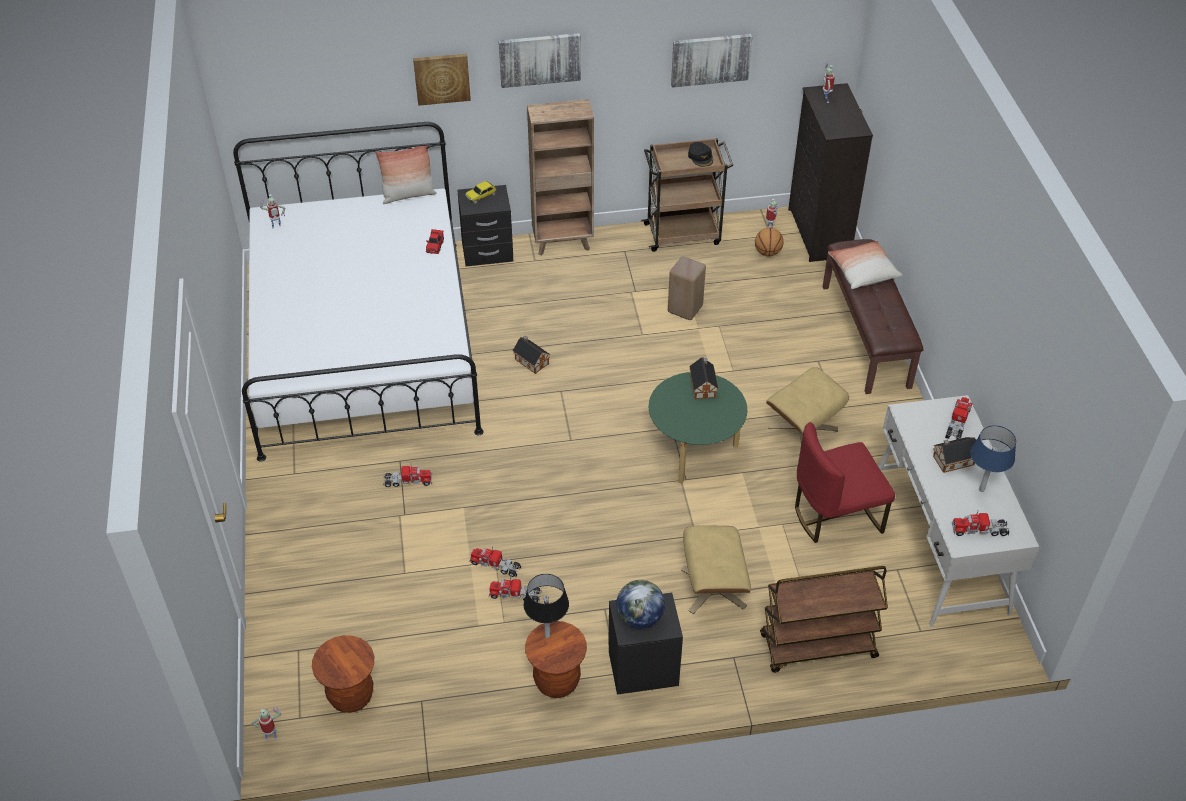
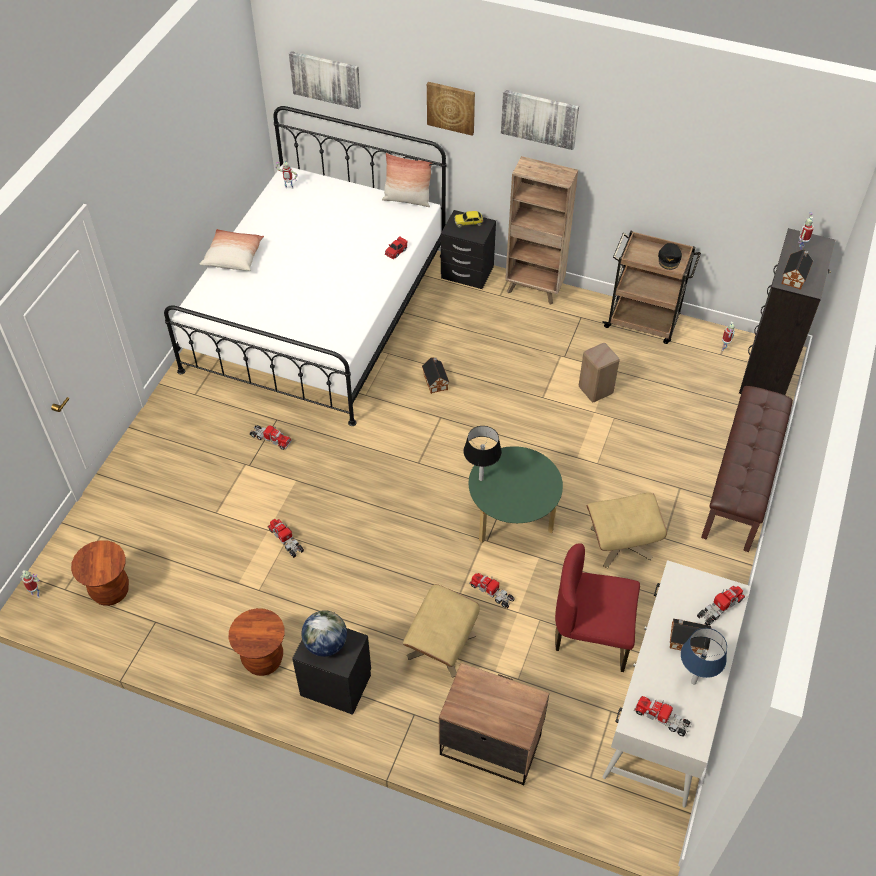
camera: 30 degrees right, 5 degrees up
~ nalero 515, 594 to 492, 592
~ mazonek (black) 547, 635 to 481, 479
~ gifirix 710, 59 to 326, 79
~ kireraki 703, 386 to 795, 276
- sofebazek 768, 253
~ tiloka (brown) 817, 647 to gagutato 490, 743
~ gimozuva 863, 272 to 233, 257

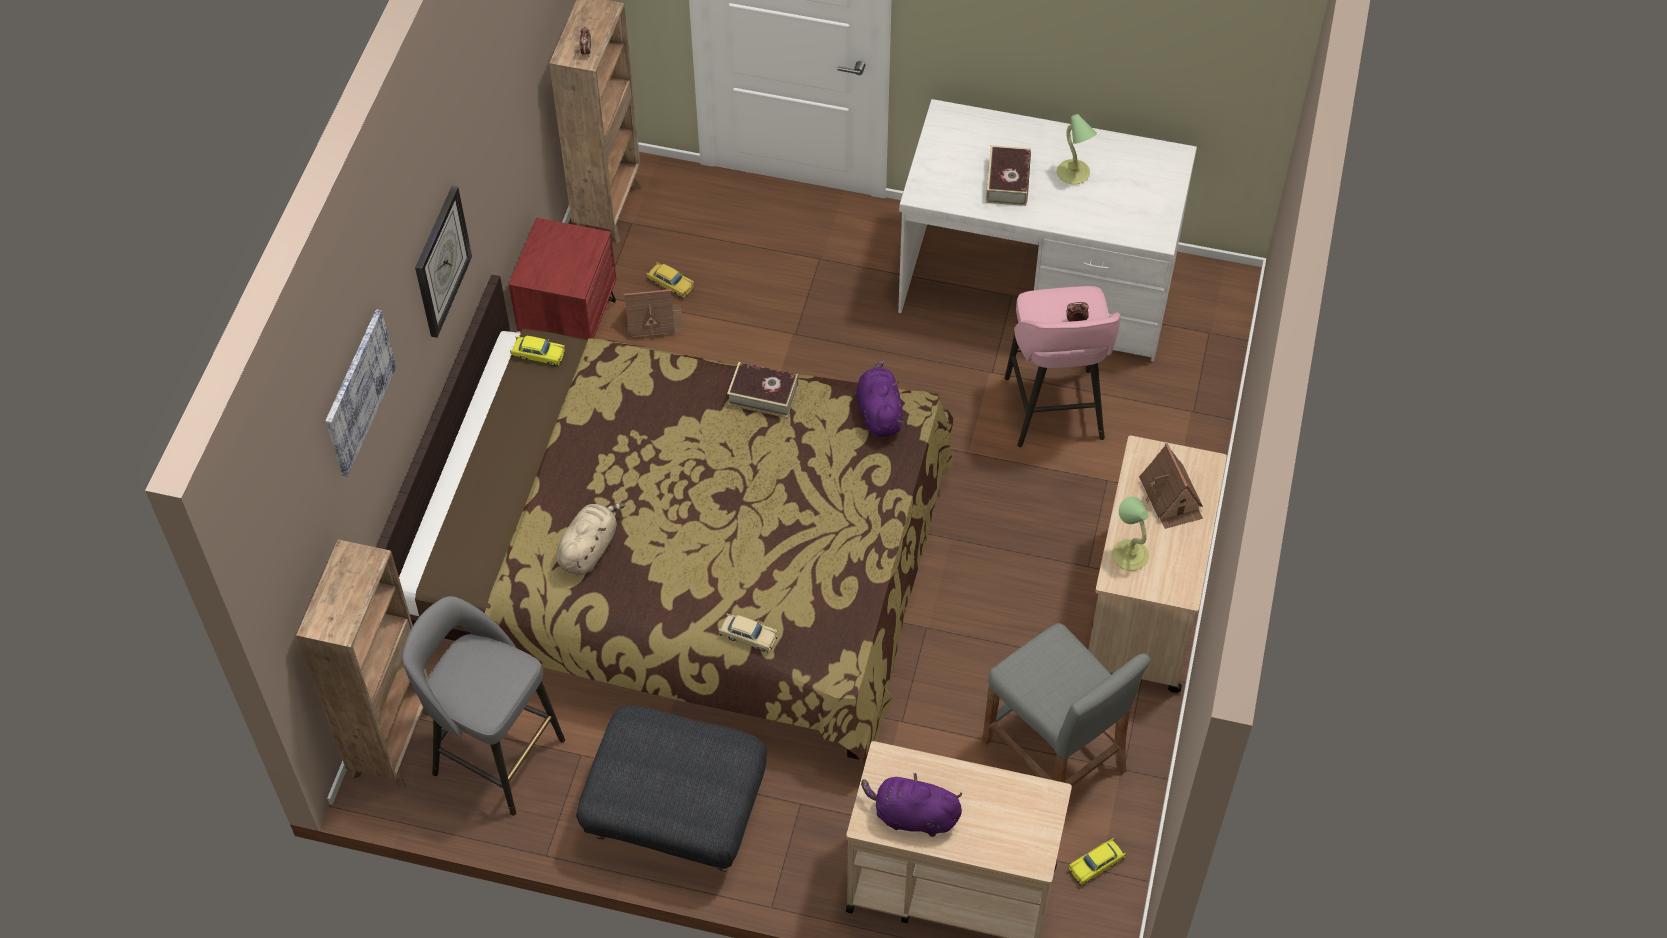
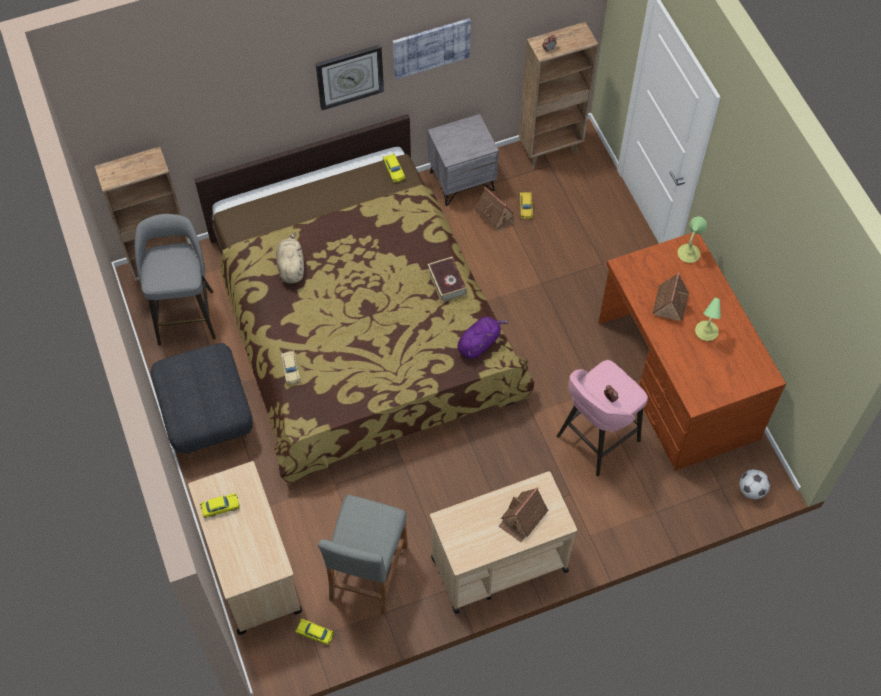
camera: 55 degrees right, 5 degrees up
~ gifirix 358, 392 to 431, 47
~ gagutato (red) 569, 324 to gagutato (grey) 462, 181
~ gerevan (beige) 589, 548 = 291, 266 90 degrees counterclockwise
~ gerevan (purple) 912, 816 to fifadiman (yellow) 220, 507
~ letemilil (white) 1038, 287 to letemilil (brown) 676, 380
~ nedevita 1008, 181 to kireraki 670, 303
~ mazonek 1129, 554 to 689, 253
+ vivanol 751, 490

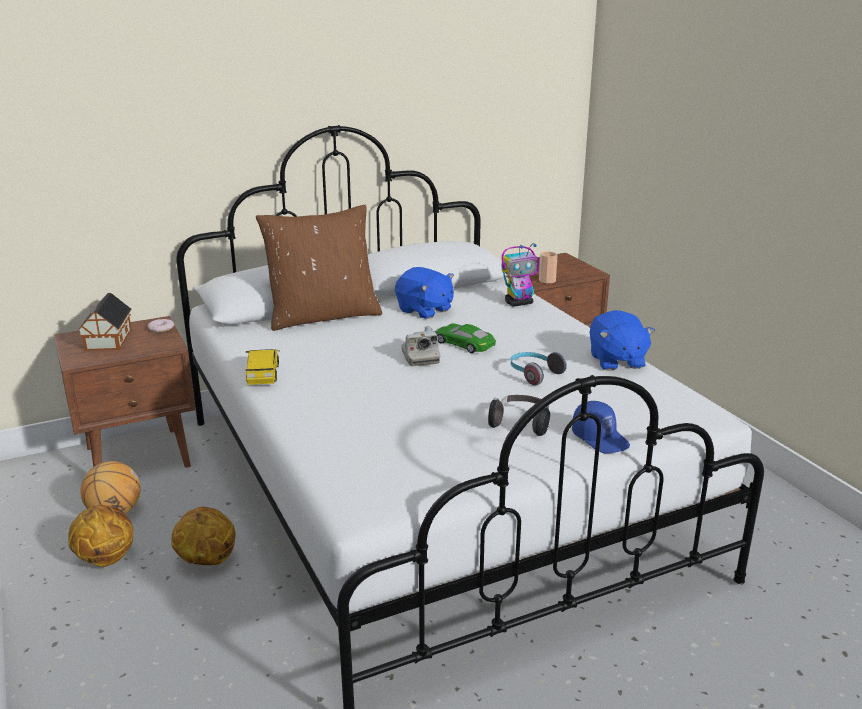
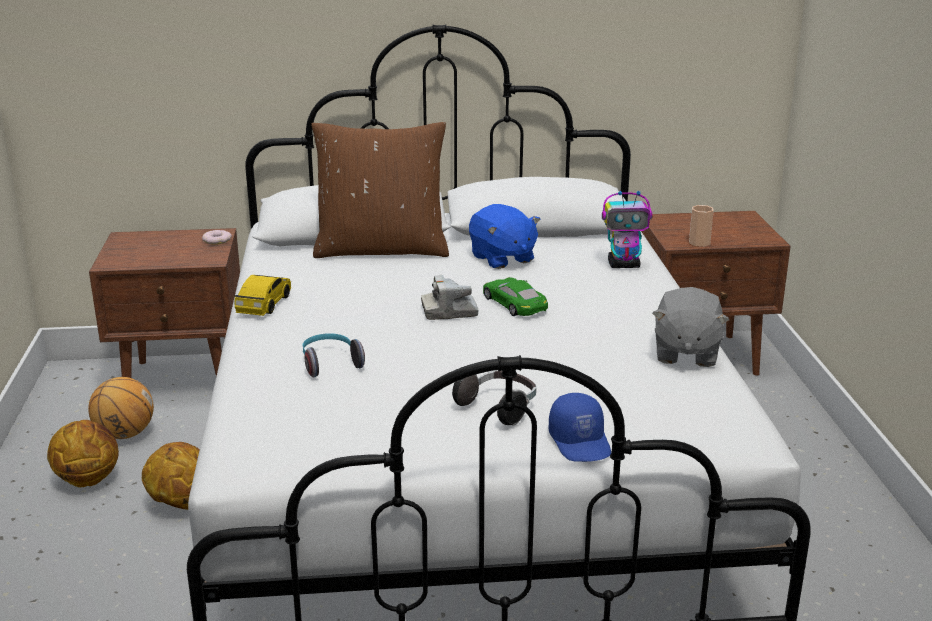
camera: 20 degrees right, 0 degrees up
- kireraki 107, 341
~ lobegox 420, 357 = 449, 312 75 degrees clockwise
~ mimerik 533, 374 to 330, 363
~ gerevan (blue) 616, 361 to gerevan (grey) 685, 353

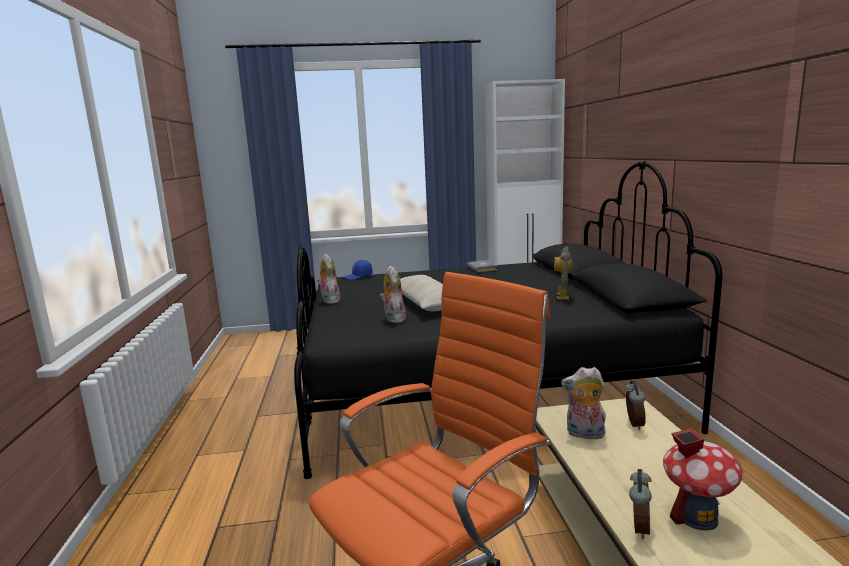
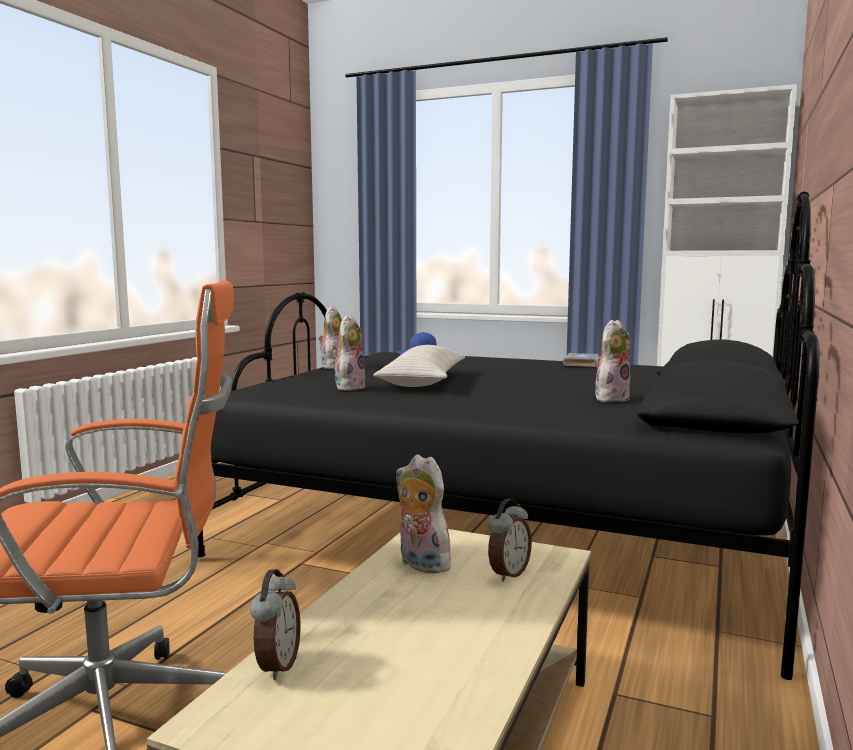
camera: 30 degrees right, 5 degrees down
~ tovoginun 562, 296 to gerevan 611, 398
~ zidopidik 638, 528 = 276, 666 45 degrees counterclockwise
- kireraki 697, 517

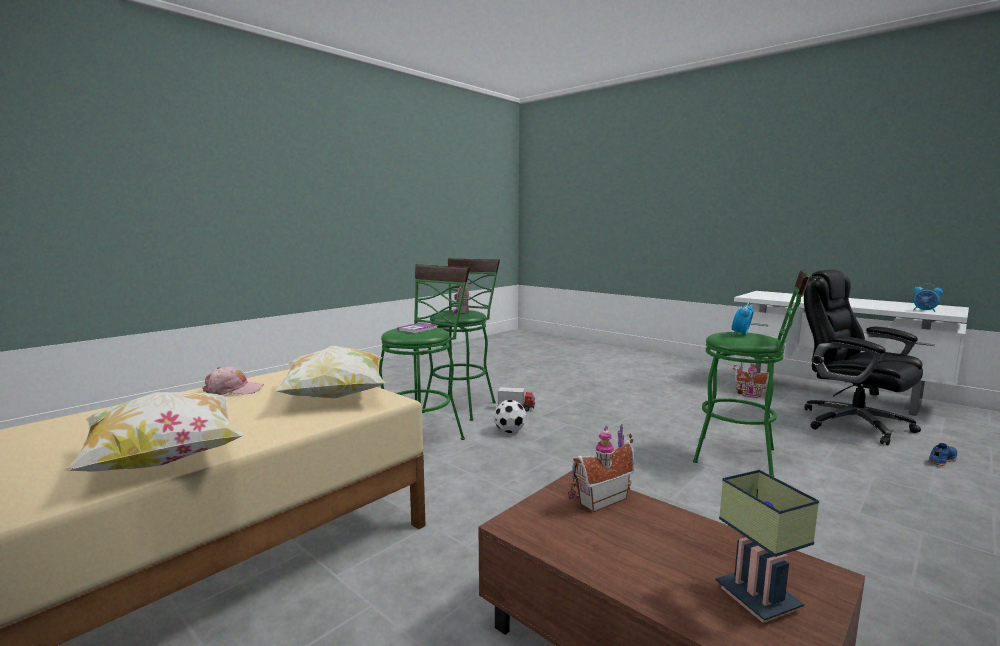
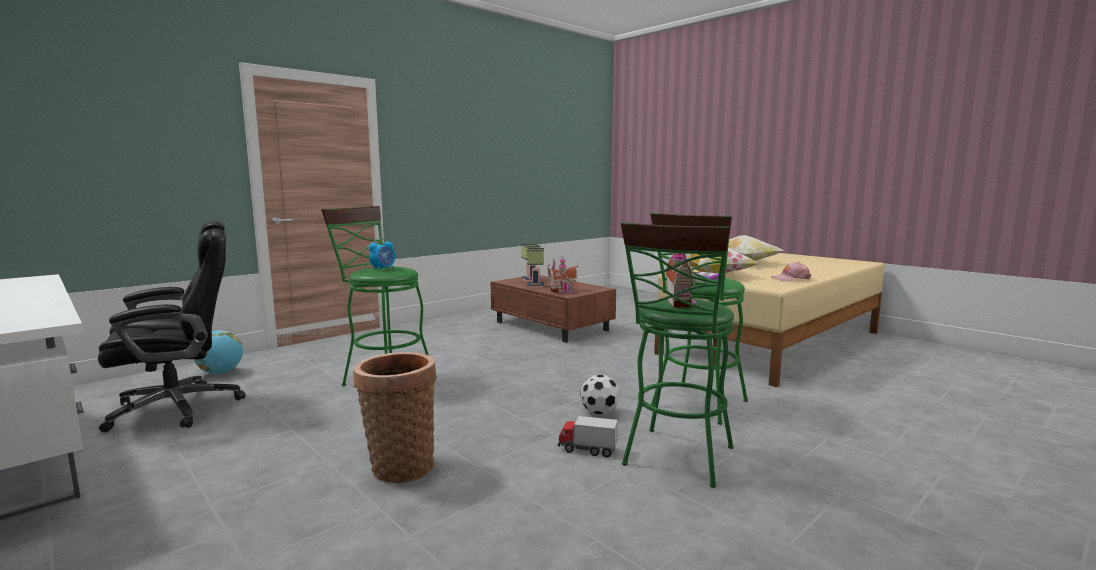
camera: 175 degrees left, 0 degrees up
- kireraki 749, 395
~ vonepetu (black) 851, 423 = 179, 407 90 degrees counterclockwise
- zidopidik 924, 311
~ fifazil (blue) 941, 460 to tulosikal 220, 373
+ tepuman 400, 466
+ mazonek 535, 285

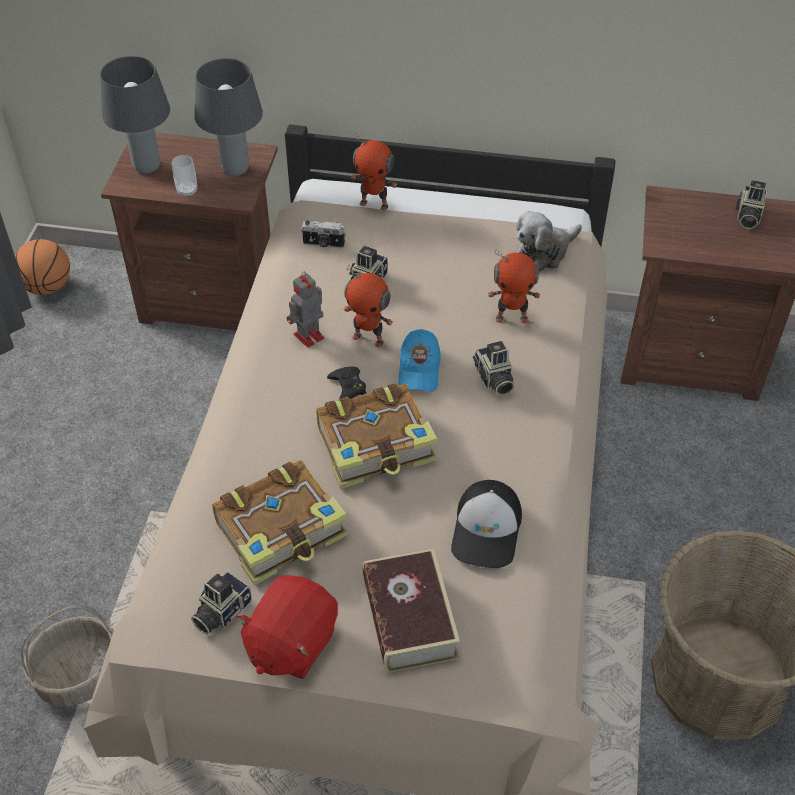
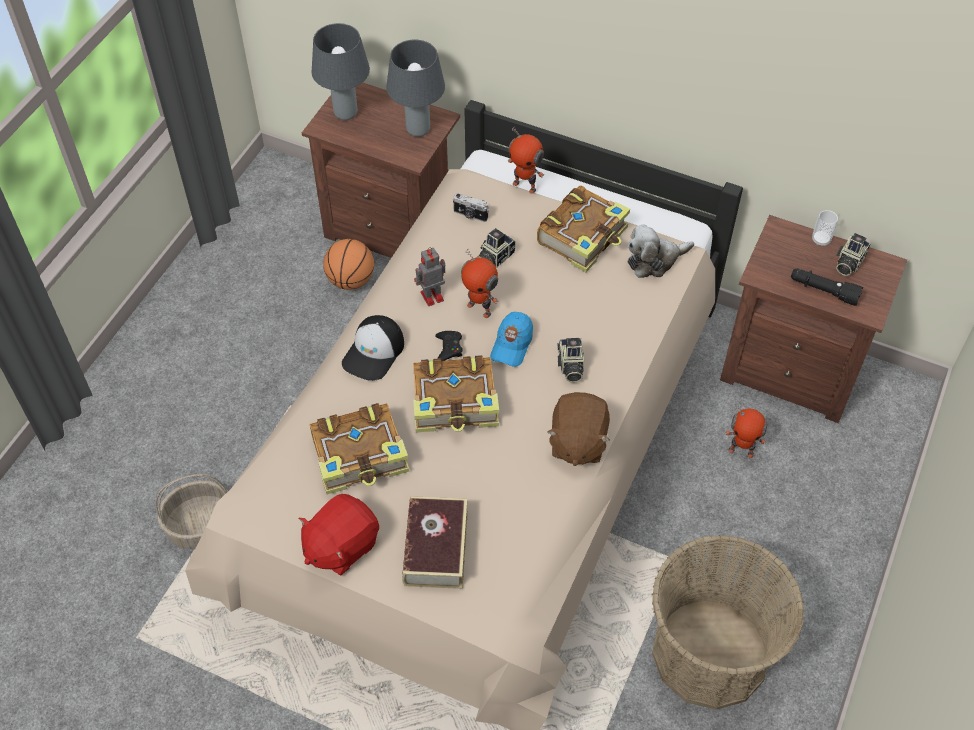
camera: 15 degrees right, 5 degrees up
~ sofebazek 47, 287 to 351, 280
~ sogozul 187, 191 to 821, 240
- lobegox 221, 611
~ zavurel 487, 530 to 374, 352
~ tovoginun 511, 317 to 741, 450
+ nedevita 584, 236
+ gerevan (brown) 577, 442
+ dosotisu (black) 823, 291

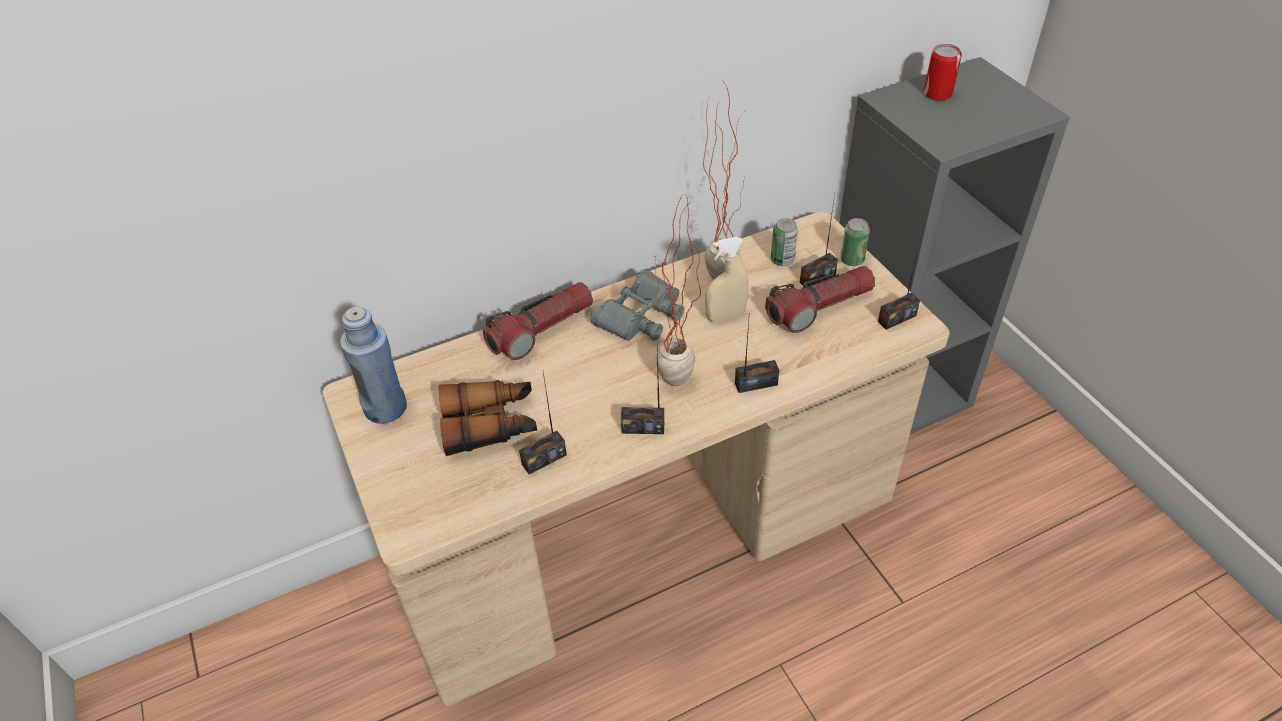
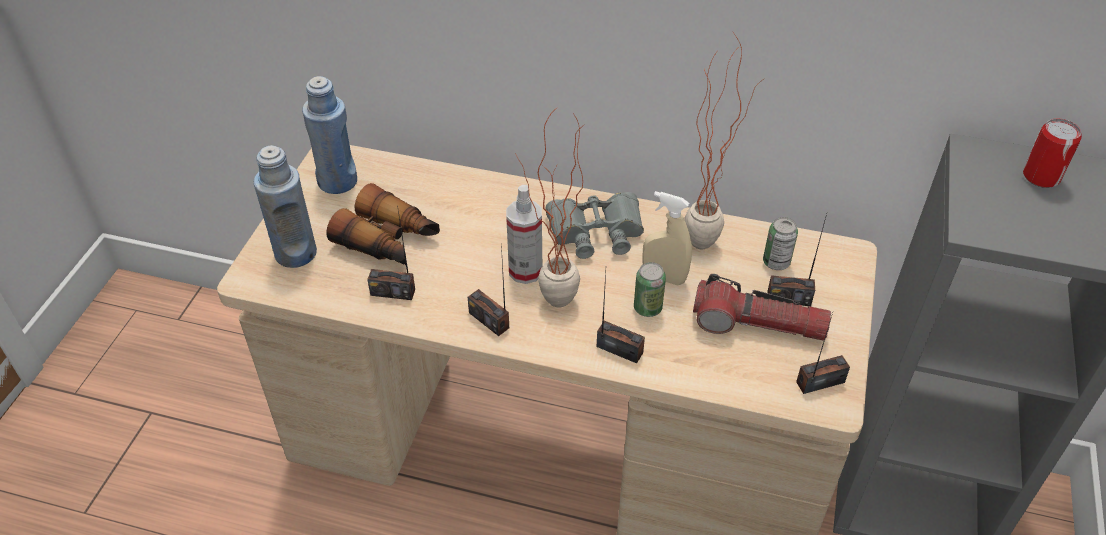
camera: 40 degrees right, 0 degrees up
- dosotisu 541, 330
~ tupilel 852, 260 to 647, 308
~ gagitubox 896, 318 = 820, 382 150 degrees clockwise
+ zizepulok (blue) 295, 253
+ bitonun 525, 271

